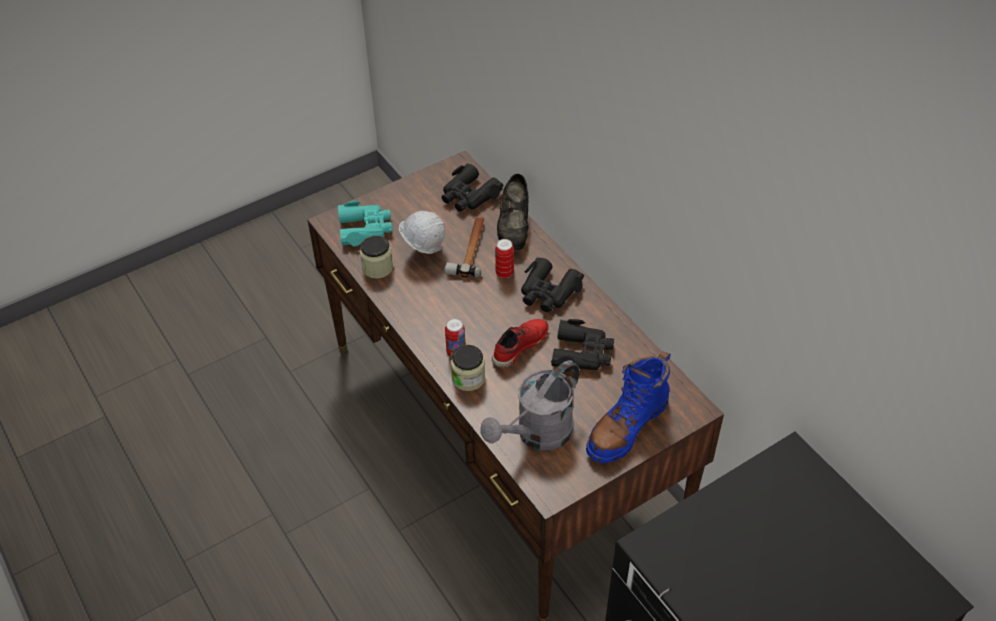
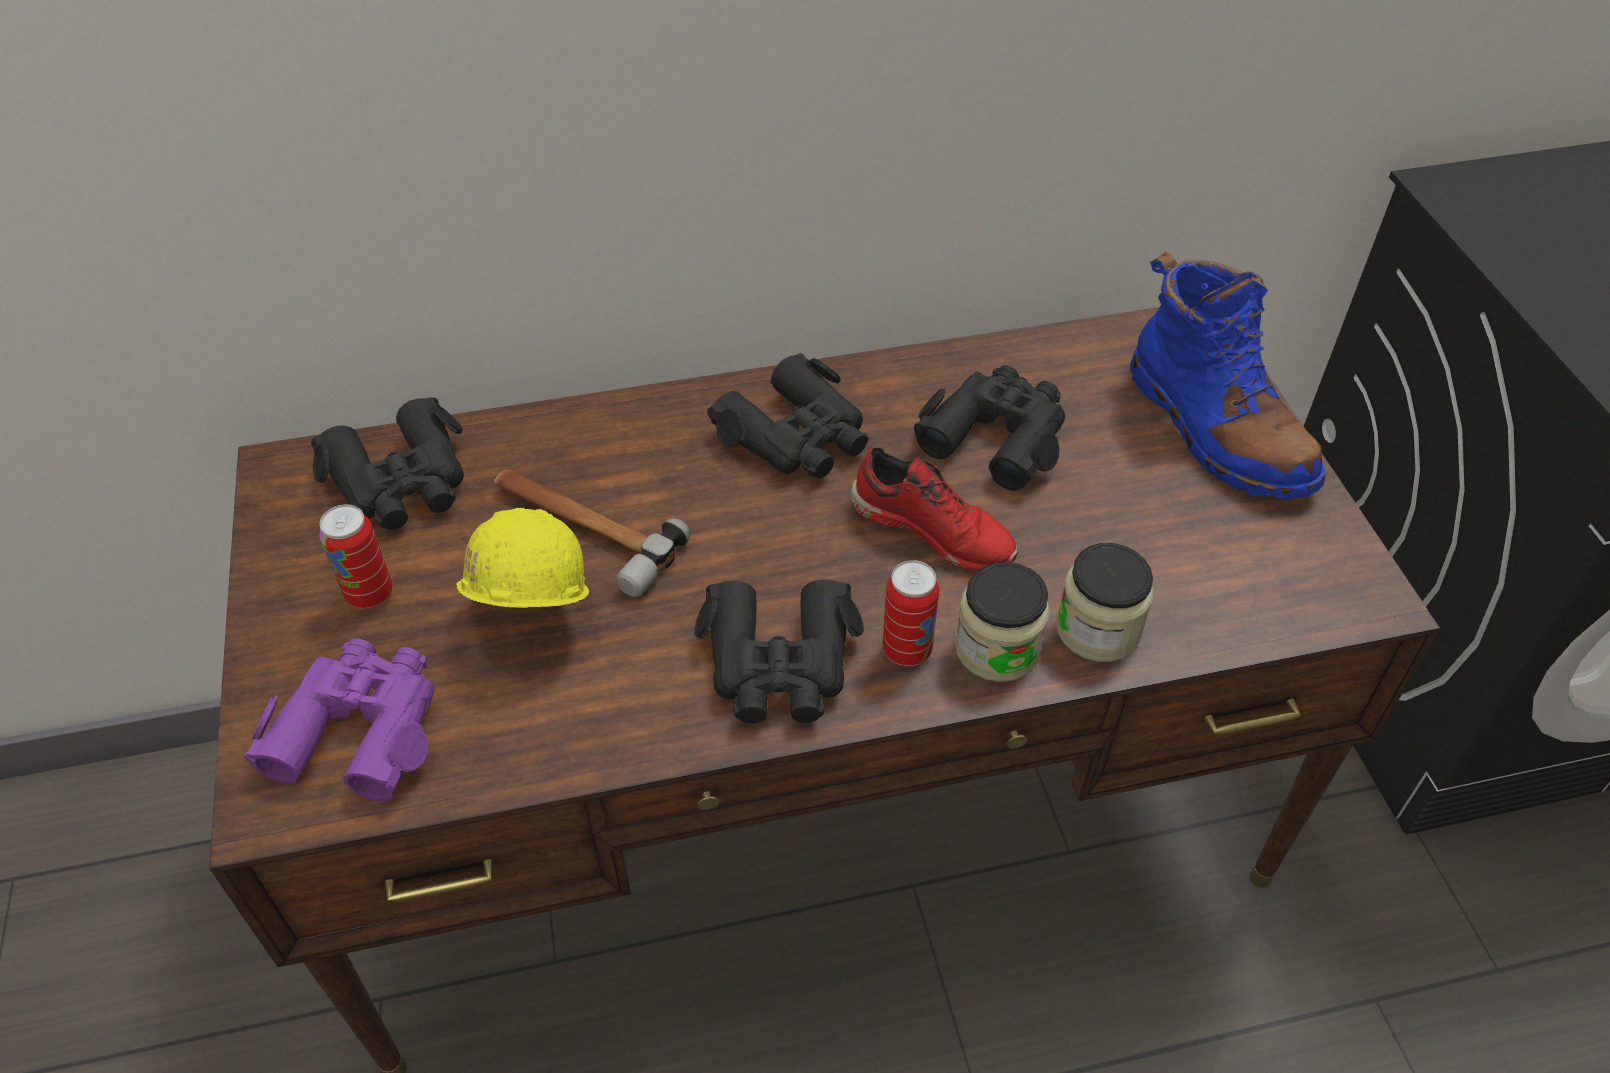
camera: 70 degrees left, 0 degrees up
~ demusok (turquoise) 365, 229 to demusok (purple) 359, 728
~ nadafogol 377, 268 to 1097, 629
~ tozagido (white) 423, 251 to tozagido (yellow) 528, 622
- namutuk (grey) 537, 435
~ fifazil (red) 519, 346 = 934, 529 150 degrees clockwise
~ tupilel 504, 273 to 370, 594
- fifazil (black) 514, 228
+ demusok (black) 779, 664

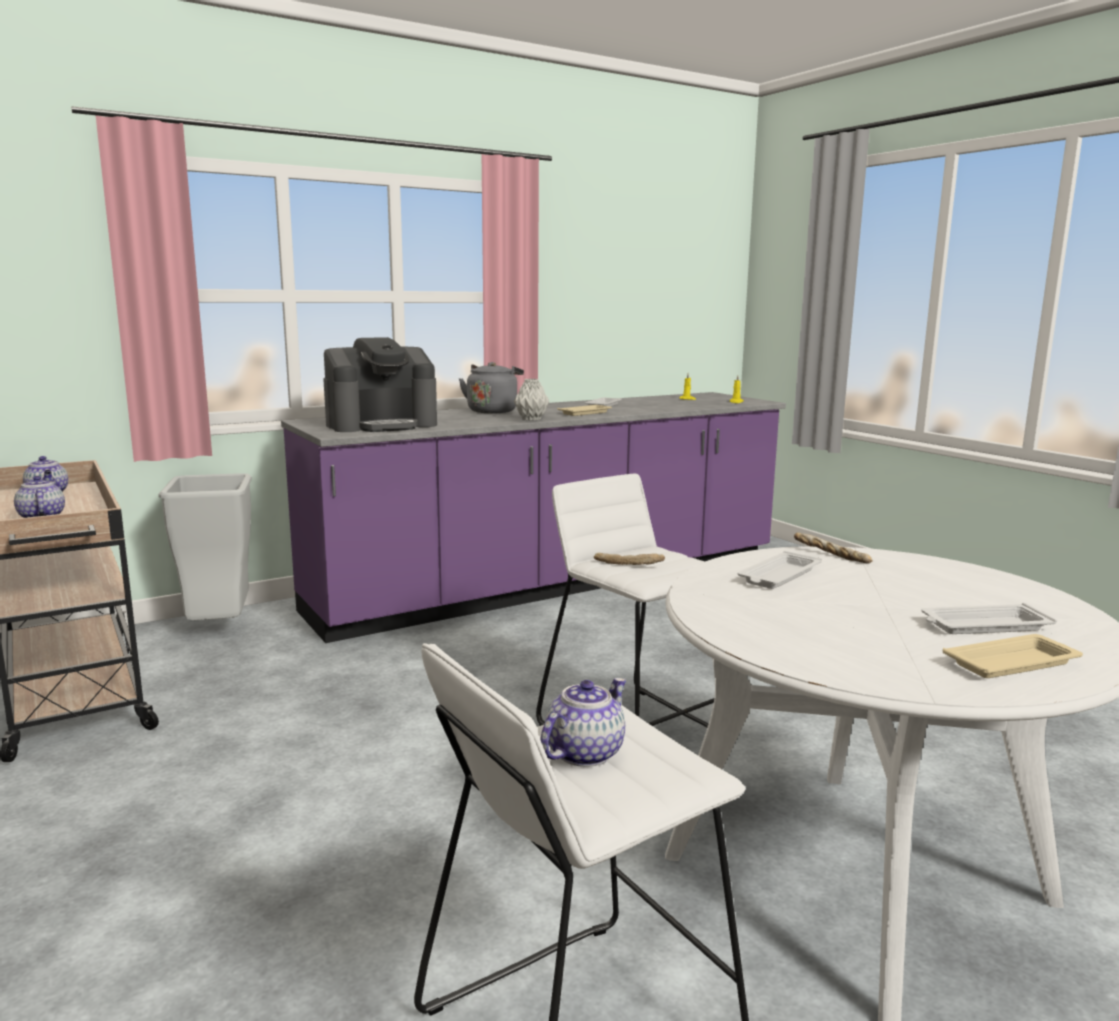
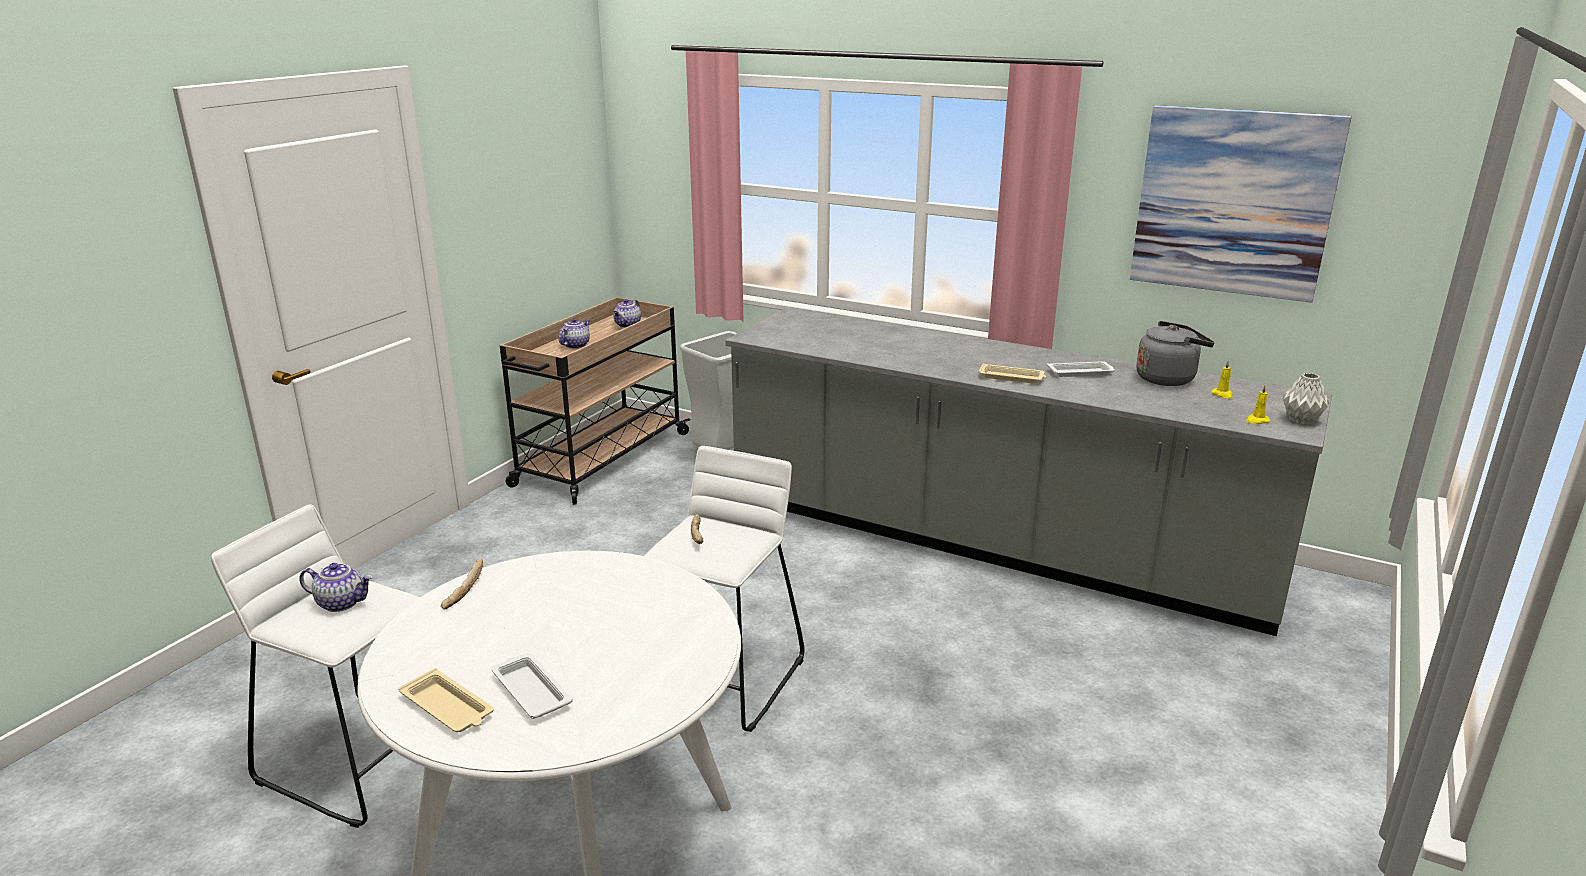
camera: 60 degrees right, 10 degrees up
~ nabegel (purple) 555, 584 to nabegel (grey) 992, 544
- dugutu 382, 425
~ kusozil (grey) 493, 411 to 1168, 378
~ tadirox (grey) 531, 419 to 1300, 420
- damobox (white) 778, 576
~ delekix 831, 556 to 463, 590
+ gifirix 1233, 202

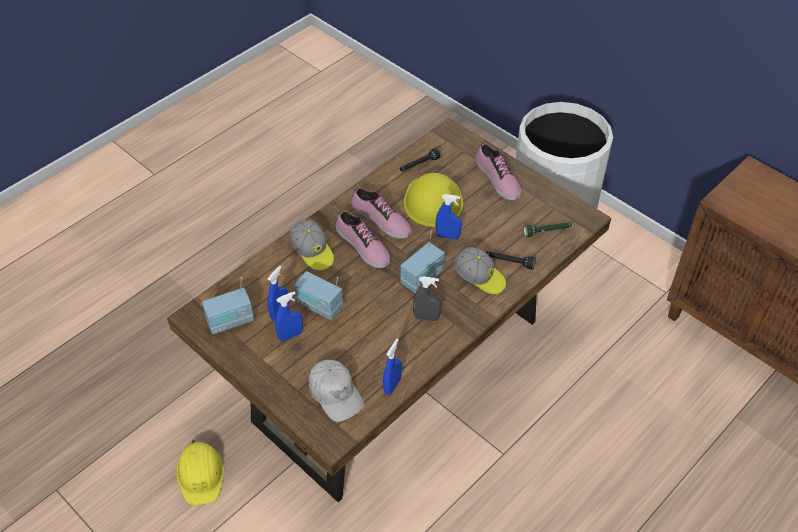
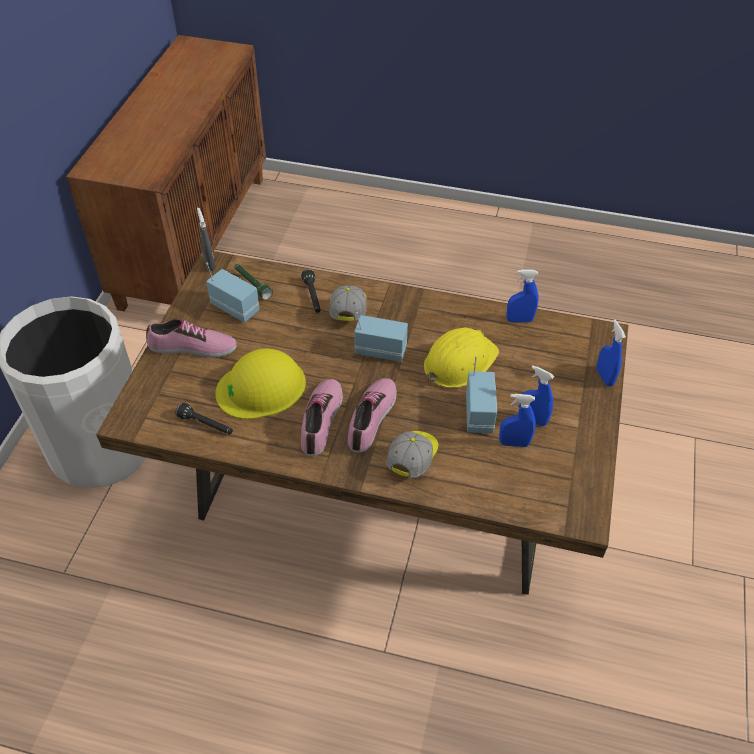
camera: 120 degrees left, 0 degrees up
~ tozagido (yellow) 201, 474 to 459, 362
~ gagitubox 230, 321 to 235, 308
- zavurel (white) 335, 394
~ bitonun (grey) 426, 317 to 209, 264
~ bitonun (blue) 447, 236 to 604, 377
~ fifazil 497, 179 = 192, 347 60 degrees clockwise

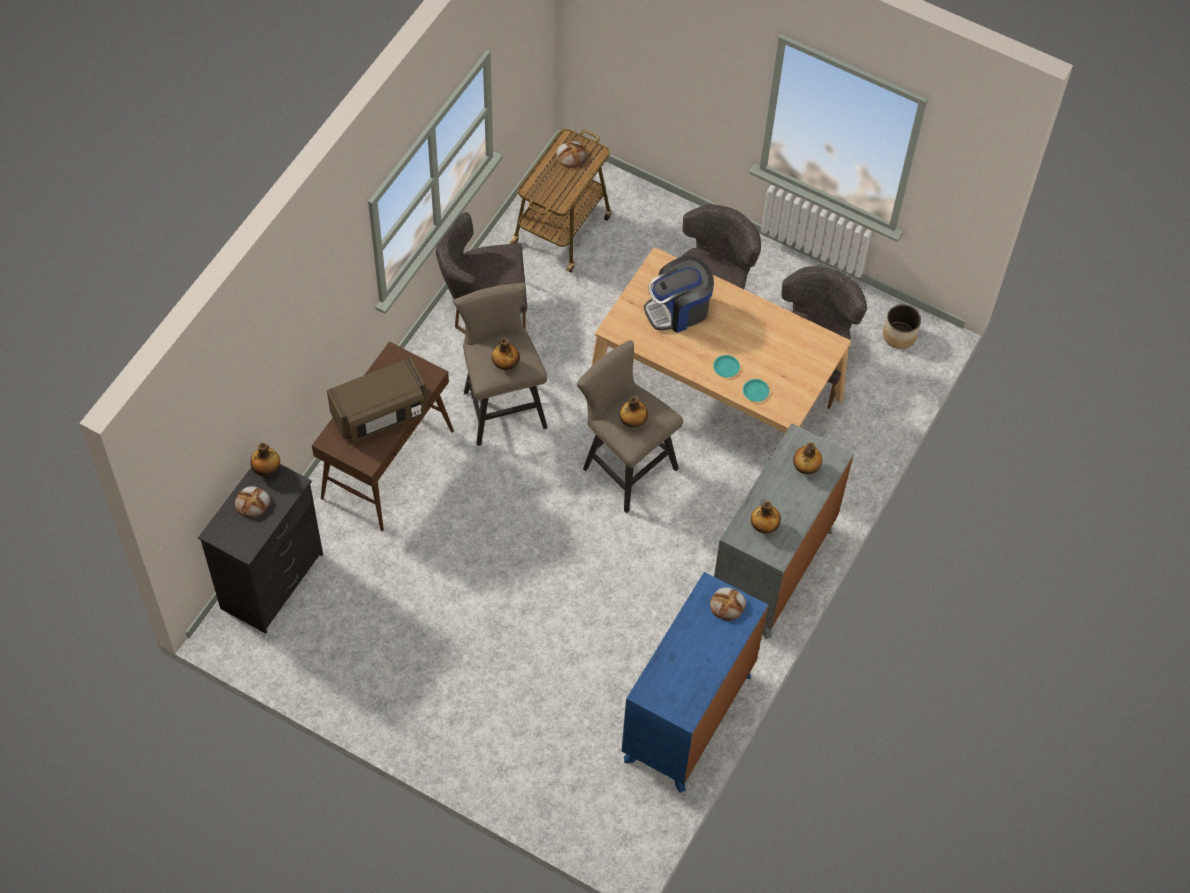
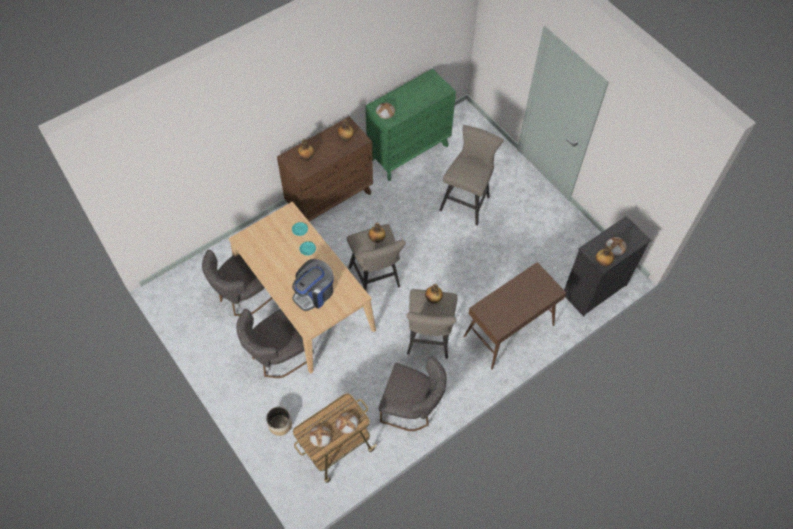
camera: 155 degrees left, 0 degrees up
- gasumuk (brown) 380, 414
~ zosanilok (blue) 688, 717 to zosanilok (green) 408, 152
~ dugutu 678, 310 = 314, 293 135 degrees clockwise
~ zosanilok (grey) 772, 569 to zosanilok (brown) 329, 200
~ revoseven 899, 335 to 280, 425
+ delekix 347, 424
+ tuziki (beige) 467, 201

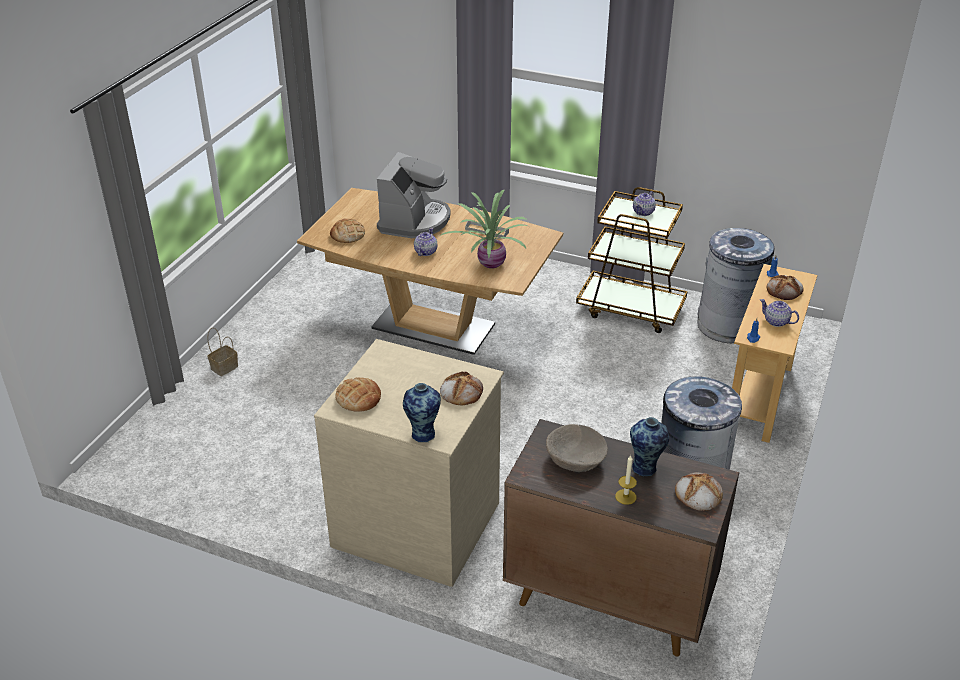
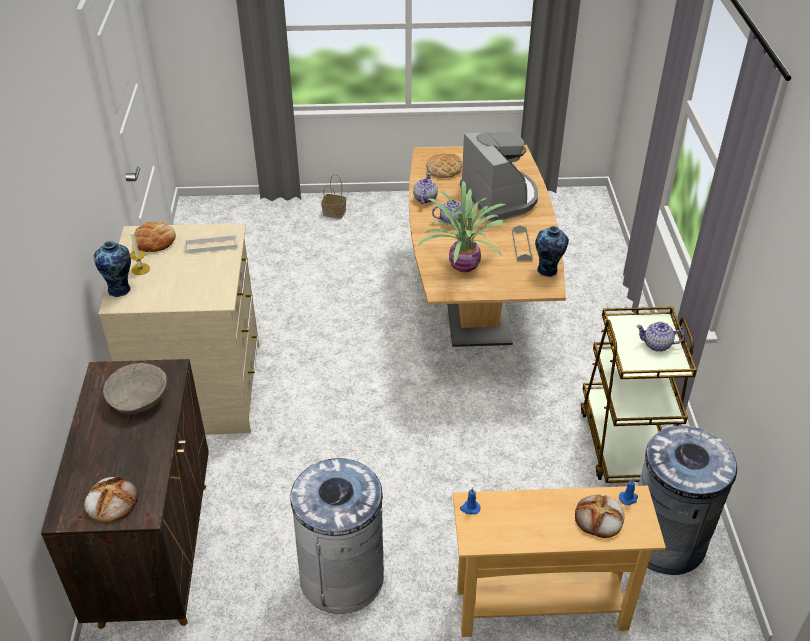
camera: 65 degrees right, 5 degrees up
~ dugutu 414, 221 = 500, 197 105 degrees counterclockwise
- delekix 461, 391
~ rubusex 625, 497 to 140, 269
~ tadirox 645, 468 to 548, 270
~ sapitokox 776, 322 to 425, 199
+ damobox (white) 211, 246

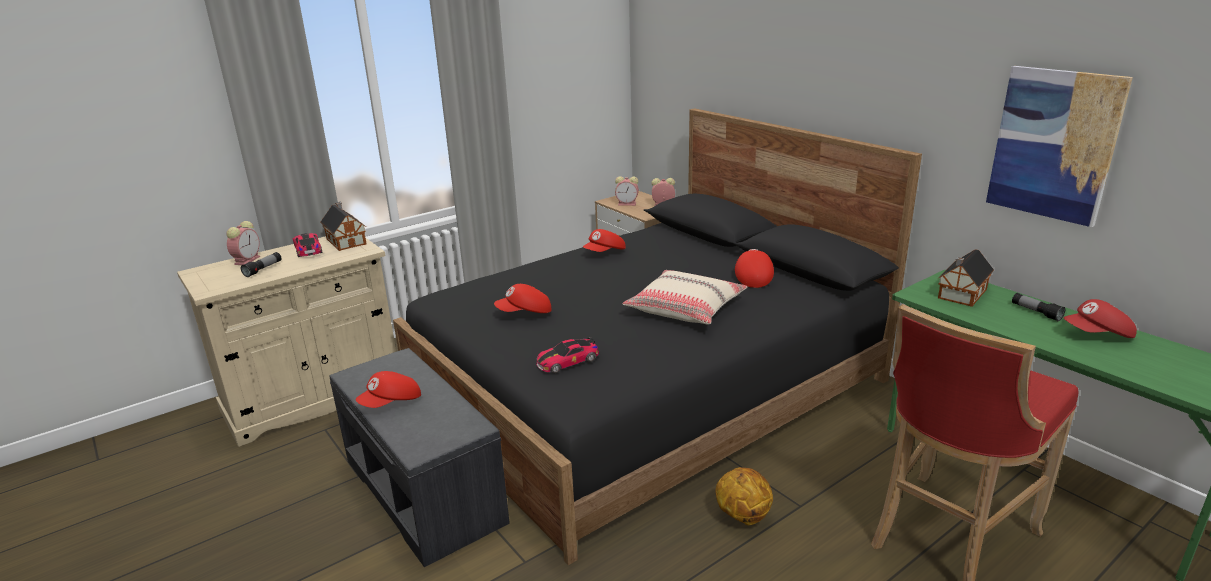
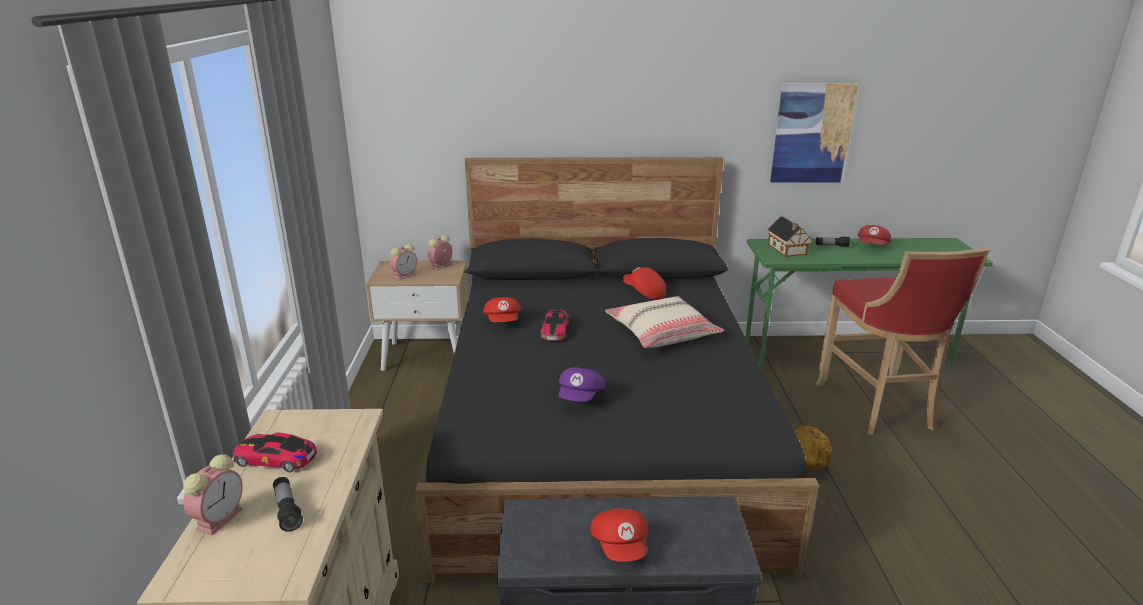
camera: 55 degrees left, 0 degrees up
~ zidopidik 247, 260 = 220, 517 60 degrees clockwise
- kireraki 346, 241
~ zavurel (red) 525, 313 to zavurel (purple) 581, 397
~ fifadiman 567, 361 to 555, 330

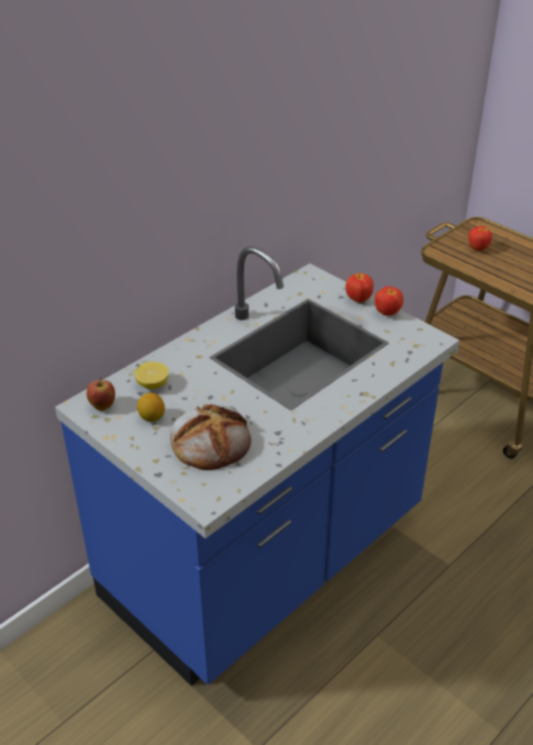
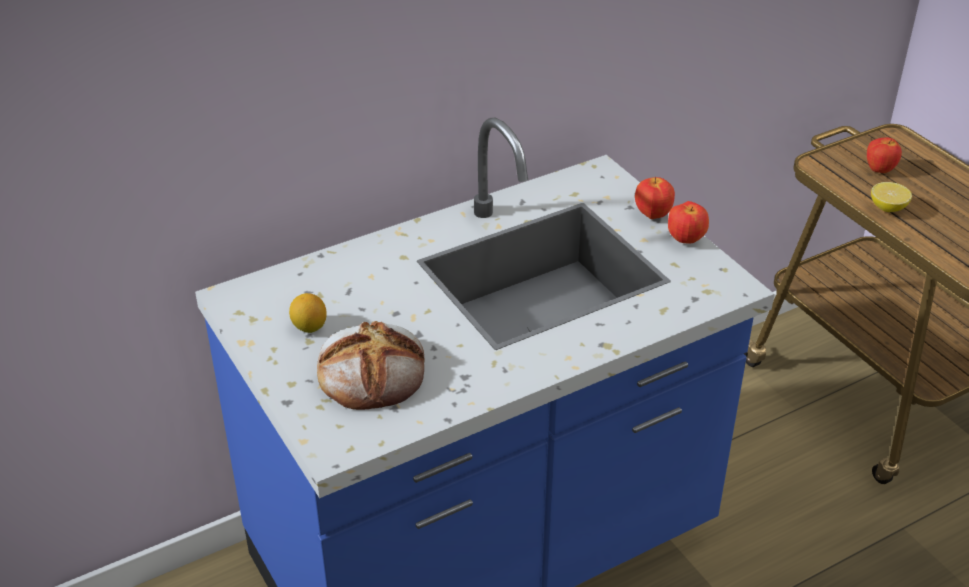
camera: 15 degrees right, 0 degrees up
- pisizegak 102, 406
~ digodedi 153, 385 to 888, 208

